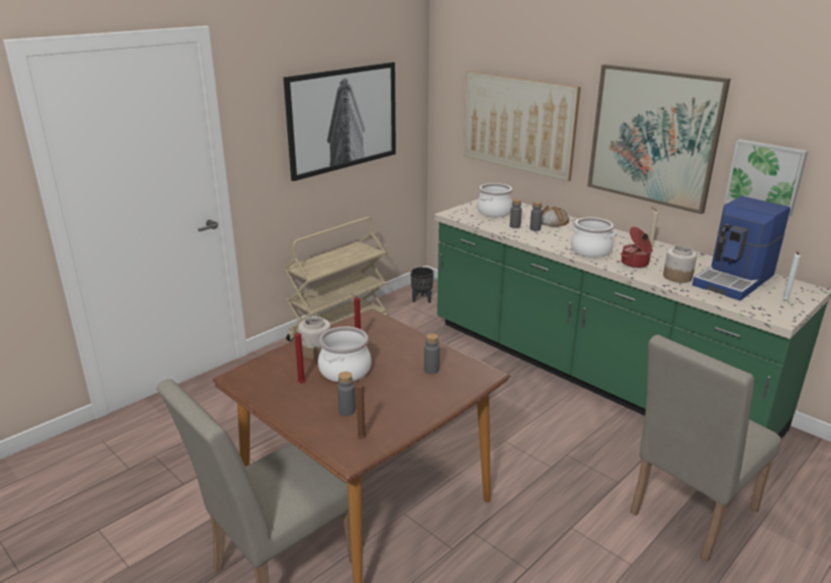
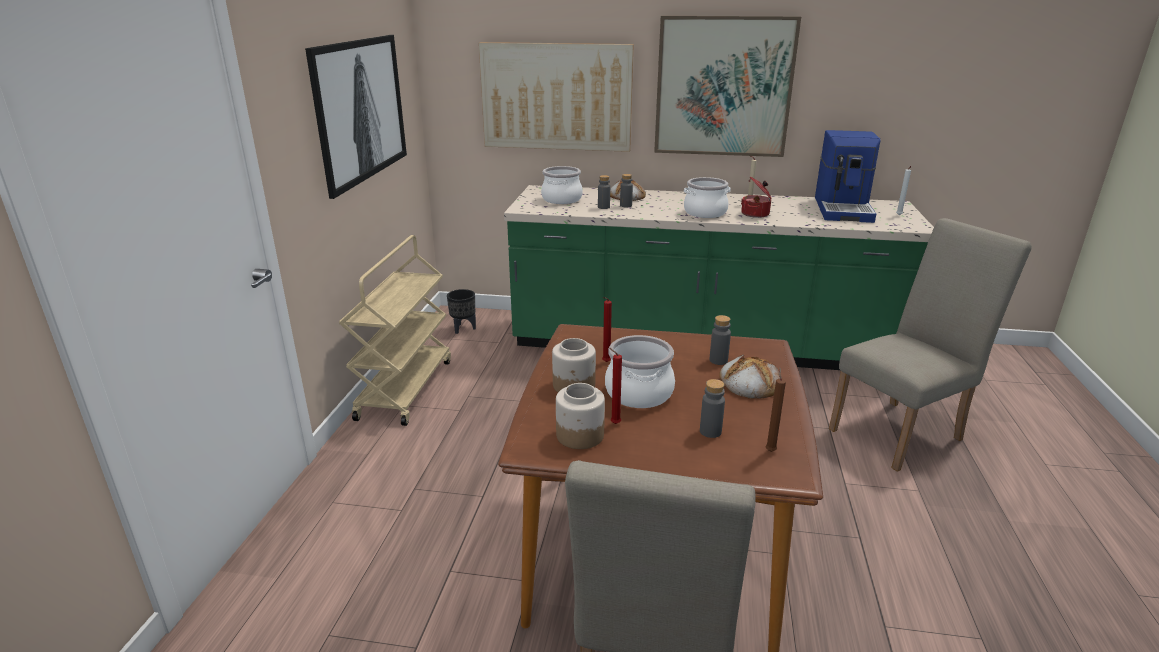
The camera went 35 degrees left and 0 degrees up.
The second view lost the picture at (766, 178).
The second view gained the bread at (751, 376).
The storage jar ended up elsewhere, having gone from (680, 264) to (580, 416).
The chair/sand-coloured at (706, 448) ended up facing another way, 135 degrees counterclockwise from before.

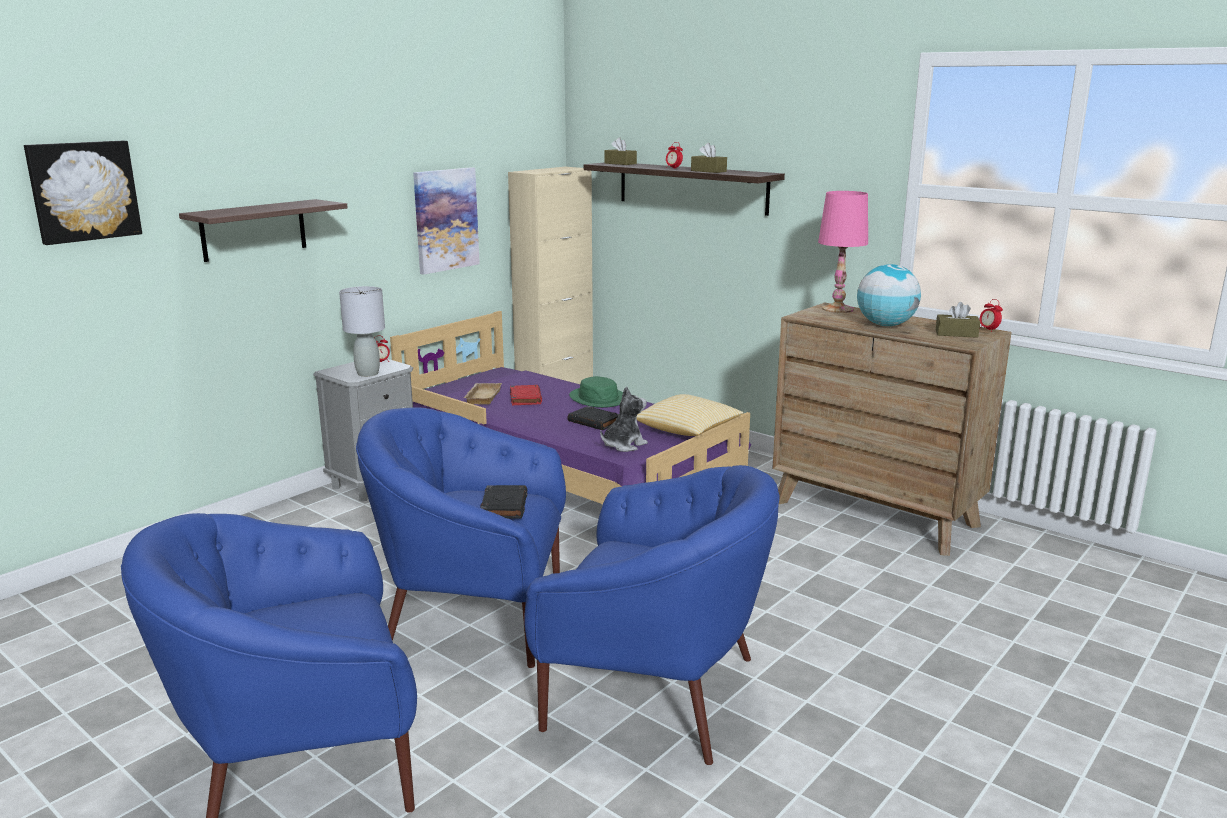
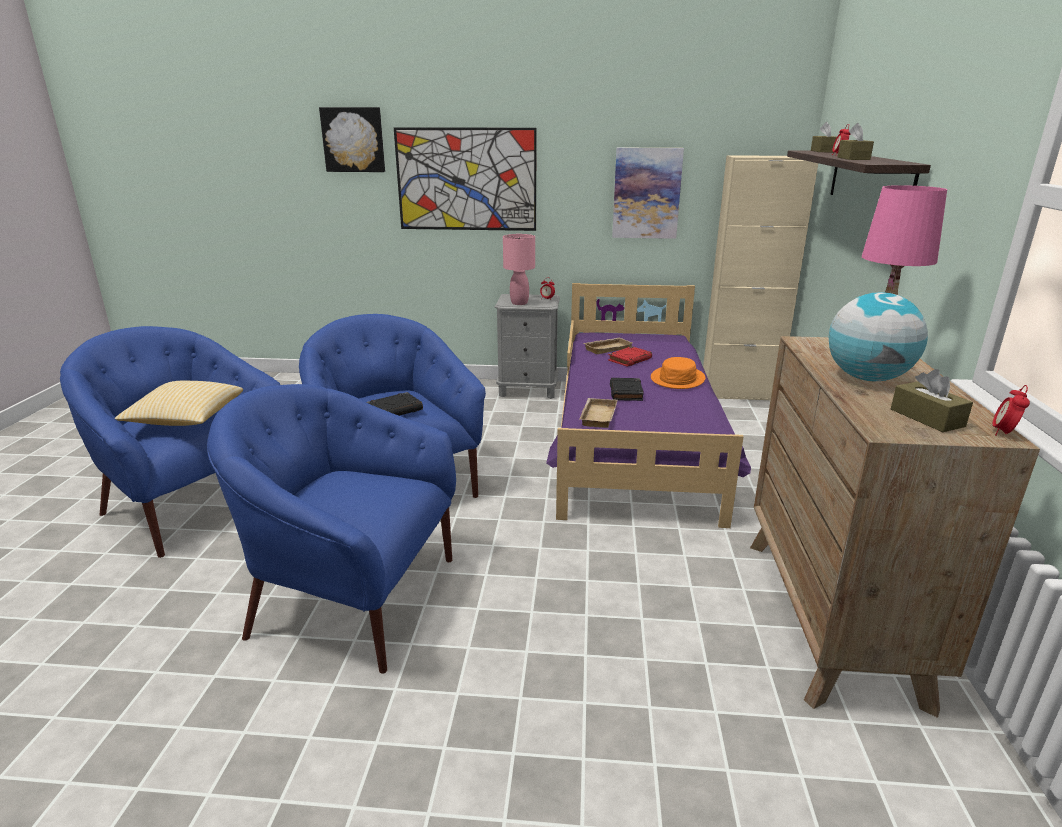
The camera went 55 degrees right and 5 degrees up.
The cushion ended up elsewhere, having gone from (690, 415) to (179, 403).
Where the shelf hung at (263, 230), the picture came to hang at (465, 179).
Where the plush toy stood at (624, 419), the carrying tray/sand-coloured came to stand at (598, 413).
What was the tabletop lamp/greyish at (362, 331) turned into the tabletop lamp/pink-coloured at (519, 269).
What was the wearable hat/greenish at (596, 392) turned into the wearable hat/orange-coloured at (678, 373).
The easy chair/blue at (652, 615) ended up facing another way, 120 degrees clockwise from before.

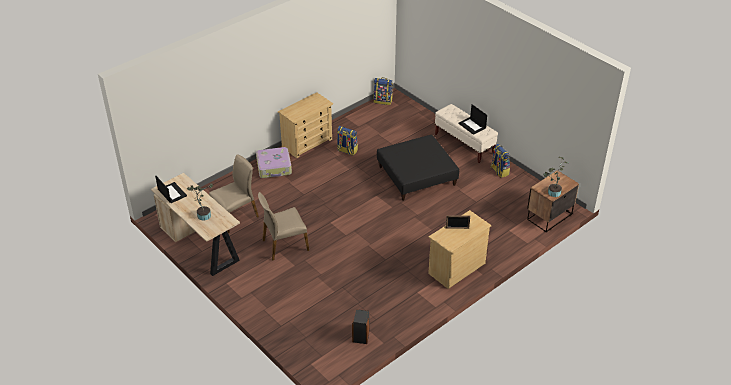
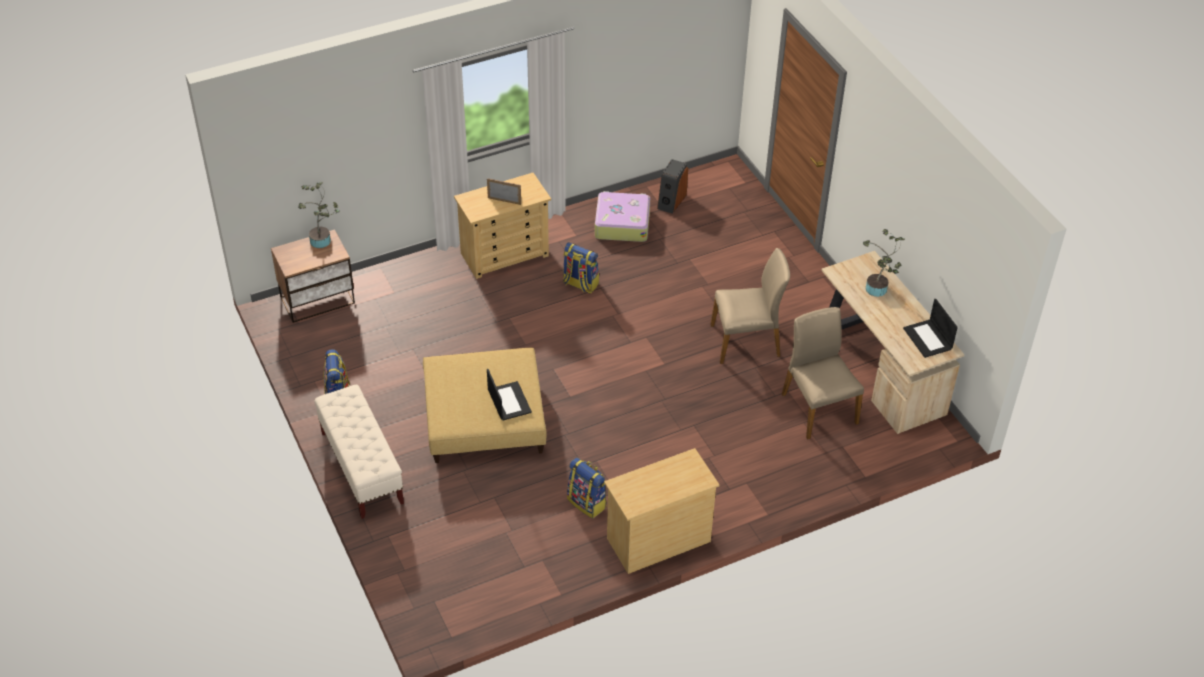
The camera went 165 degrees left and 5 degrees up.
The piece of luggage ended up elsewhere, having gone from (274, 162) to (622, 216).
The knapsack ended up elsewhere, having gone from (383, 91) to (581, 268).
The laptop ended up elsewhere, having gone from (472, 119) to (509, 394).
What was the ottoman/blackish at (418, 168) turned into the ottoman/sand-coloured at (484, 405).
The chair/sand-coloured at (234, 193) ended up facing another way, 90 degrees clockwise from before.

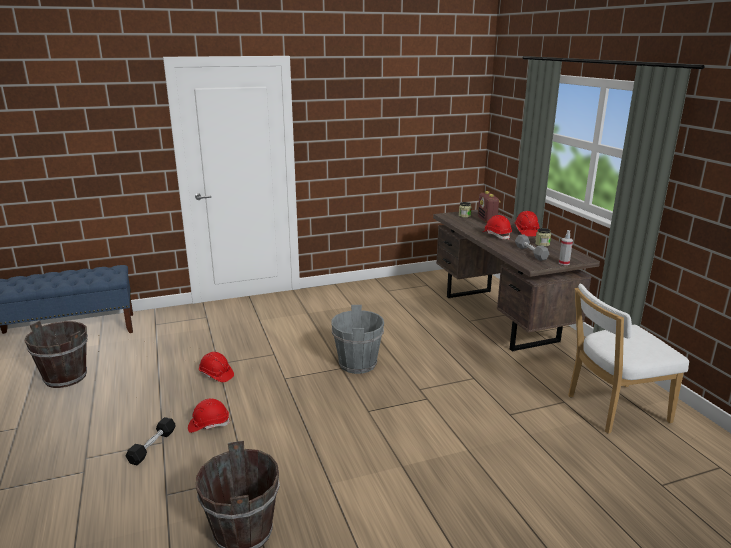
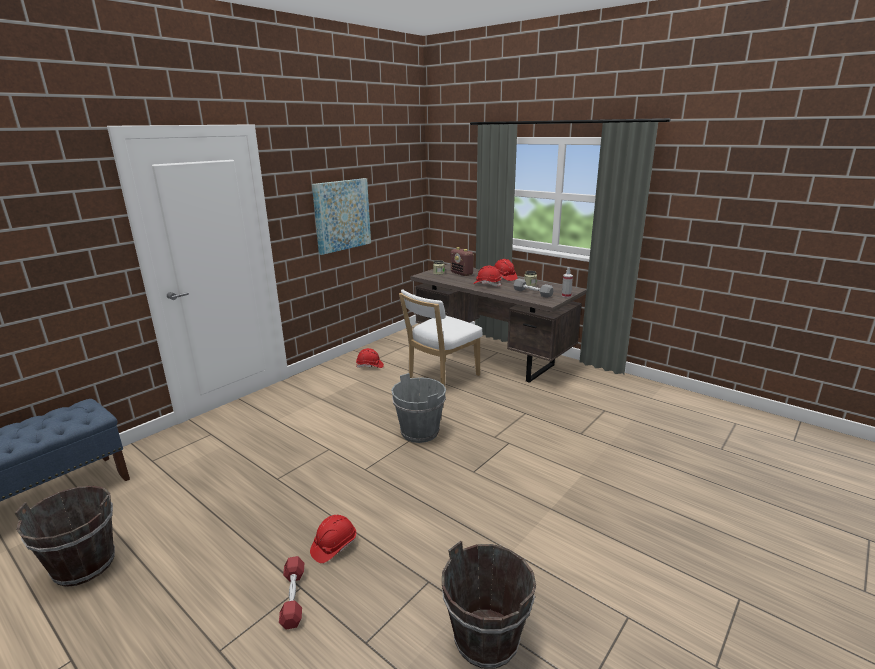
The camera went 30 degrees left and 0 degrees up.
The second view gained the picture at (341, 216).
The safety helmet/red ended up elsewhere, having gone from (216, 367) to (370, 358).
The chair/white-coloured ended up elsewhere, having gone from (628, 359) to (441, 337).
What was the free weight/blackish at (151, 441) turned into the free weight/red at (291, 592).

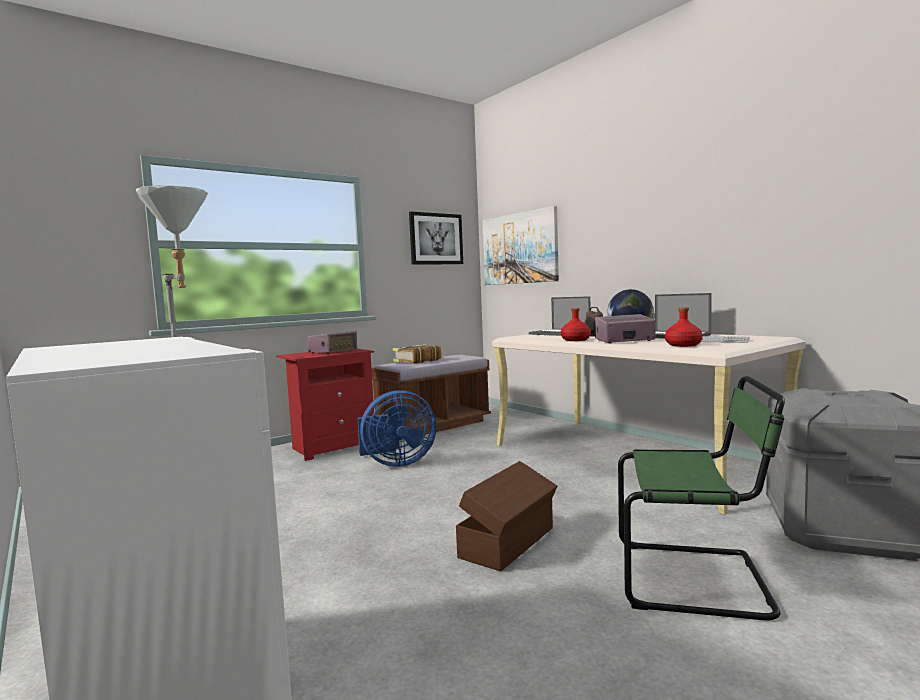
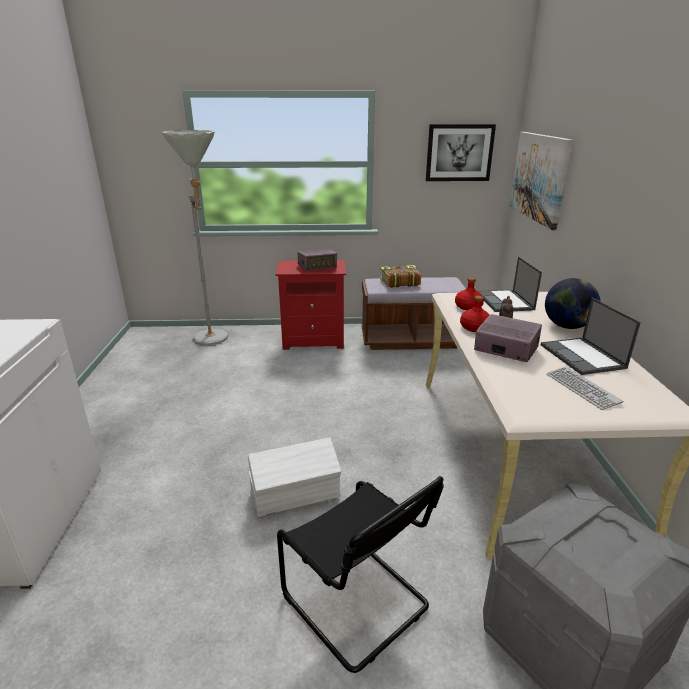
The camera went 35 degrees right and 20 degrees up.
The second view lost the cooling fan/blue at (396, 428).
The beverage bottle/red ended up elsewhere, having gone from (684, 327) to (469, 293).
What was the storage container/brown at (506, 516) turned into the storage container/white-coloured at (294, 477).
What was the chair/greenish at (701, 498) turned into the chair/blackish at (360, 574).

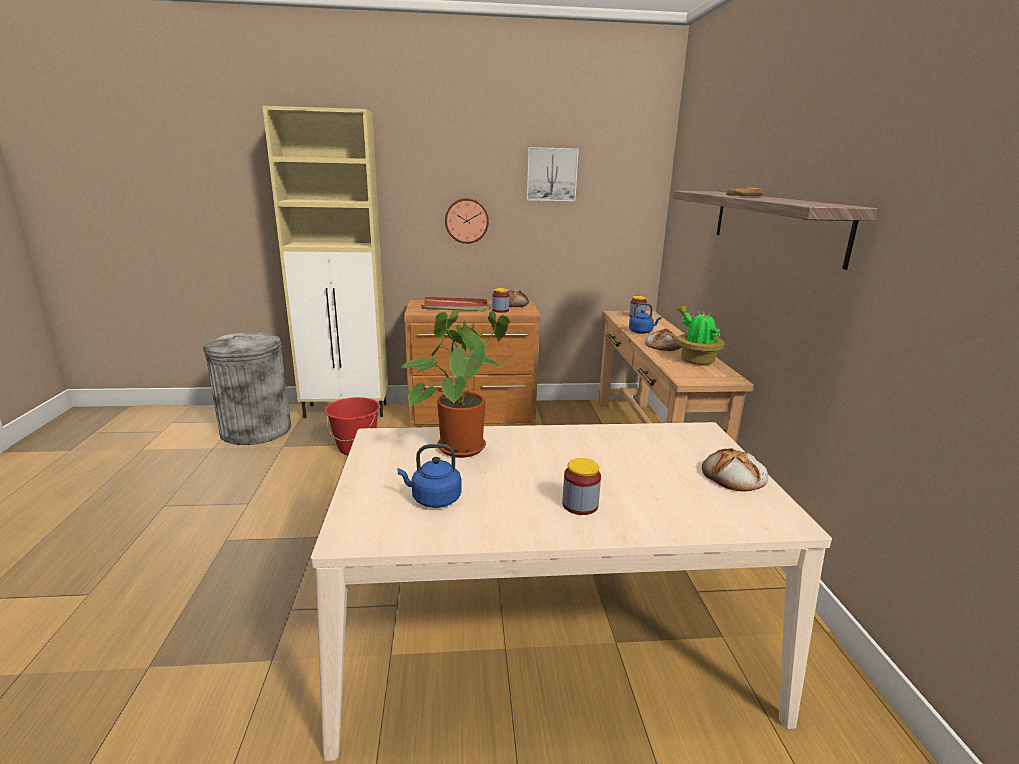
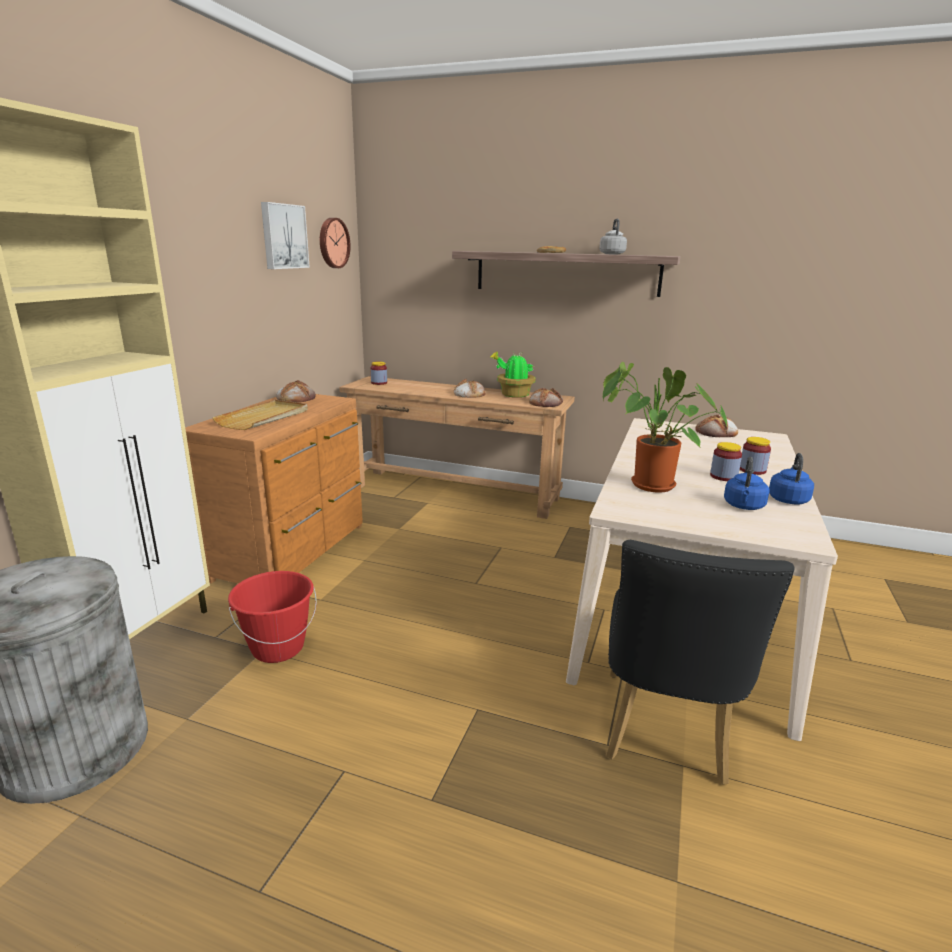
The camera went 65 degrees left and 0 degrees up.
The second view gained the bread at (546, 397).
The second view gained the tea kettle/greyish at (613, 236).
The second view gained the chair/blackish at (700, 662).
The clock on the wall ended up elsewhere, having gone from (467, 221) to (335, 243).
The storage jar ended up elsewhere, having gone from (500, 300) to (726, 461).
The tea kettle/blue ended up elsewhere, having gone from (645, 318) to (791, 478).
What was the carrying tray/red at (454, 304) turned into the carrying tray/sand-coloured at (260, 415).

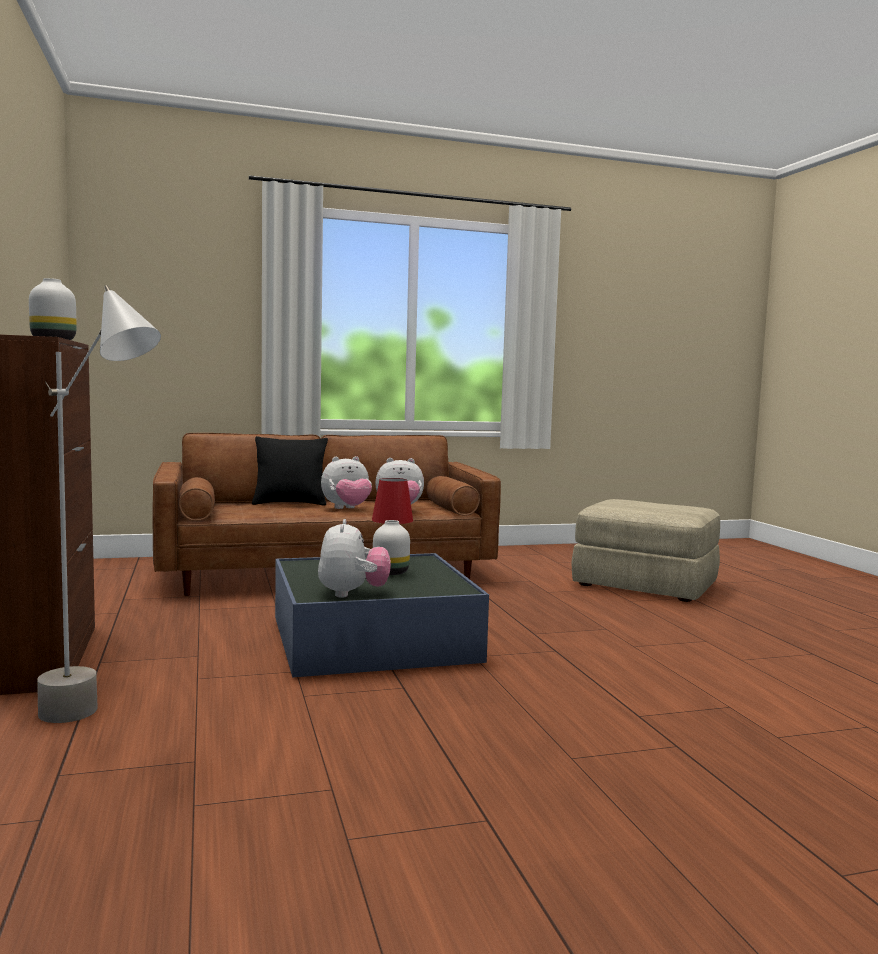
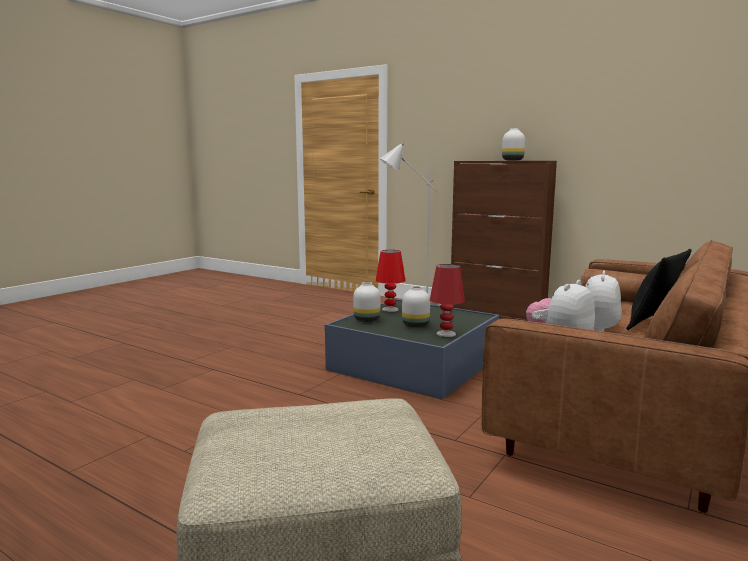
The camera went 140 degrees right and 5 degrees up.
The second view gained the decorative vase/white-coloured at (366, 302).
Where the plush toy stood at (354, 558), the tabletop lamp/red came to stand at (391, 281).

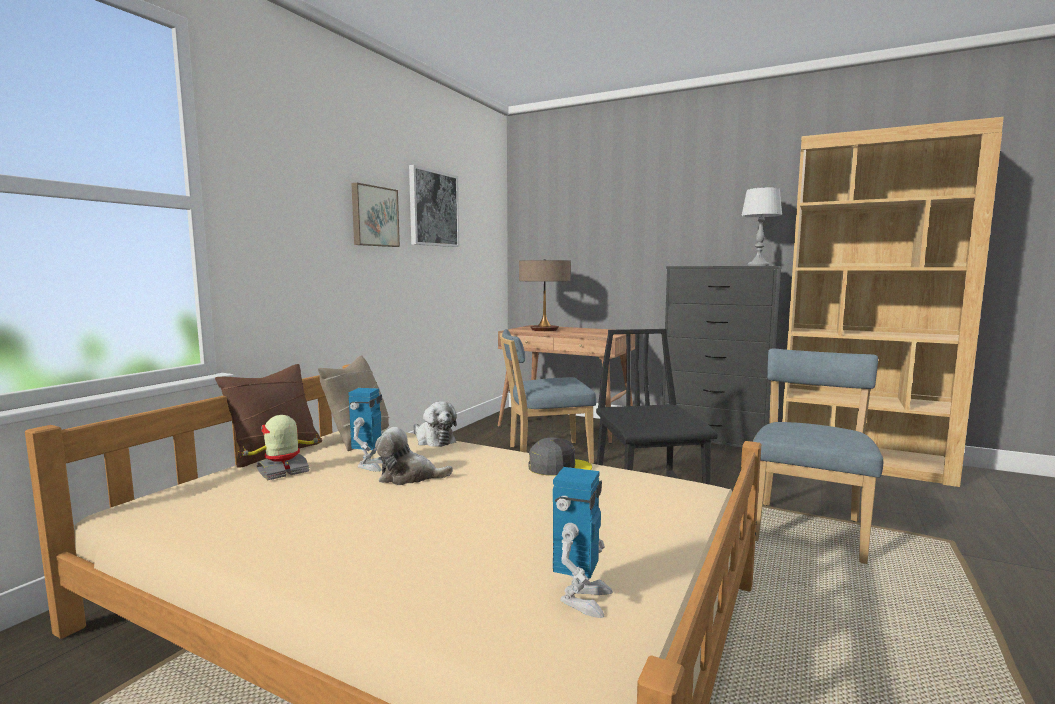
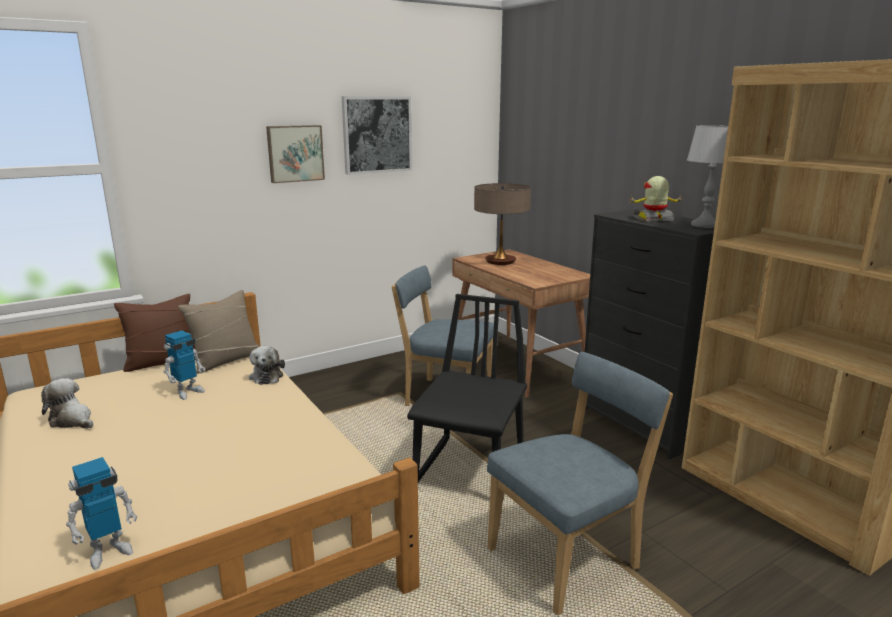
The camera went 30 degrees right and 10 degrees up.
The second view lost the cap/greyish at (560, 457).
The model robot ended up elsewhere, having gone from (281, 447) to (656, 199).
The plush toy ended up elsewhere, having gone from (414, 456) to (67, 403).

